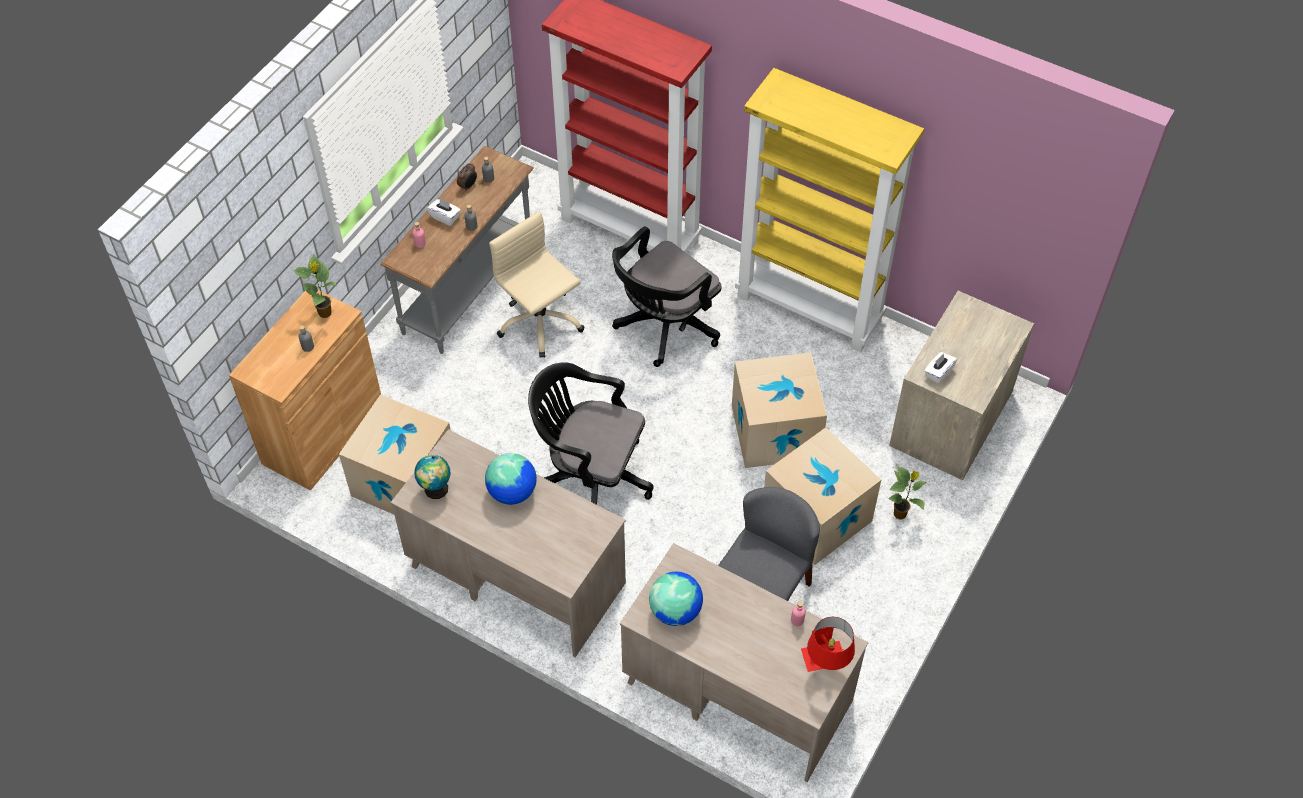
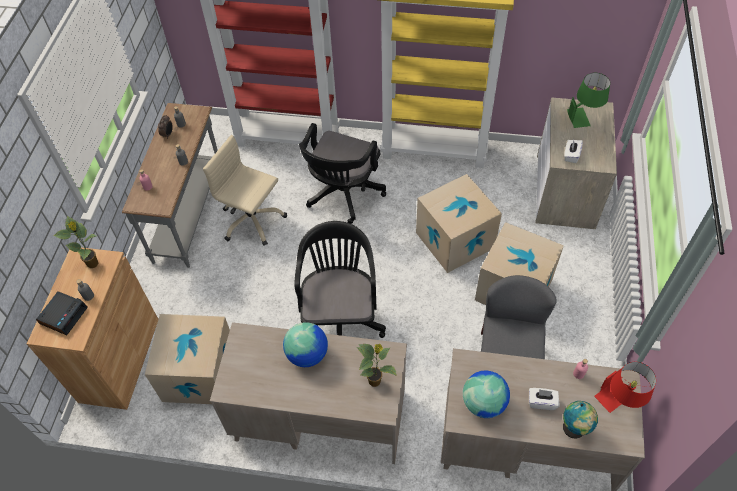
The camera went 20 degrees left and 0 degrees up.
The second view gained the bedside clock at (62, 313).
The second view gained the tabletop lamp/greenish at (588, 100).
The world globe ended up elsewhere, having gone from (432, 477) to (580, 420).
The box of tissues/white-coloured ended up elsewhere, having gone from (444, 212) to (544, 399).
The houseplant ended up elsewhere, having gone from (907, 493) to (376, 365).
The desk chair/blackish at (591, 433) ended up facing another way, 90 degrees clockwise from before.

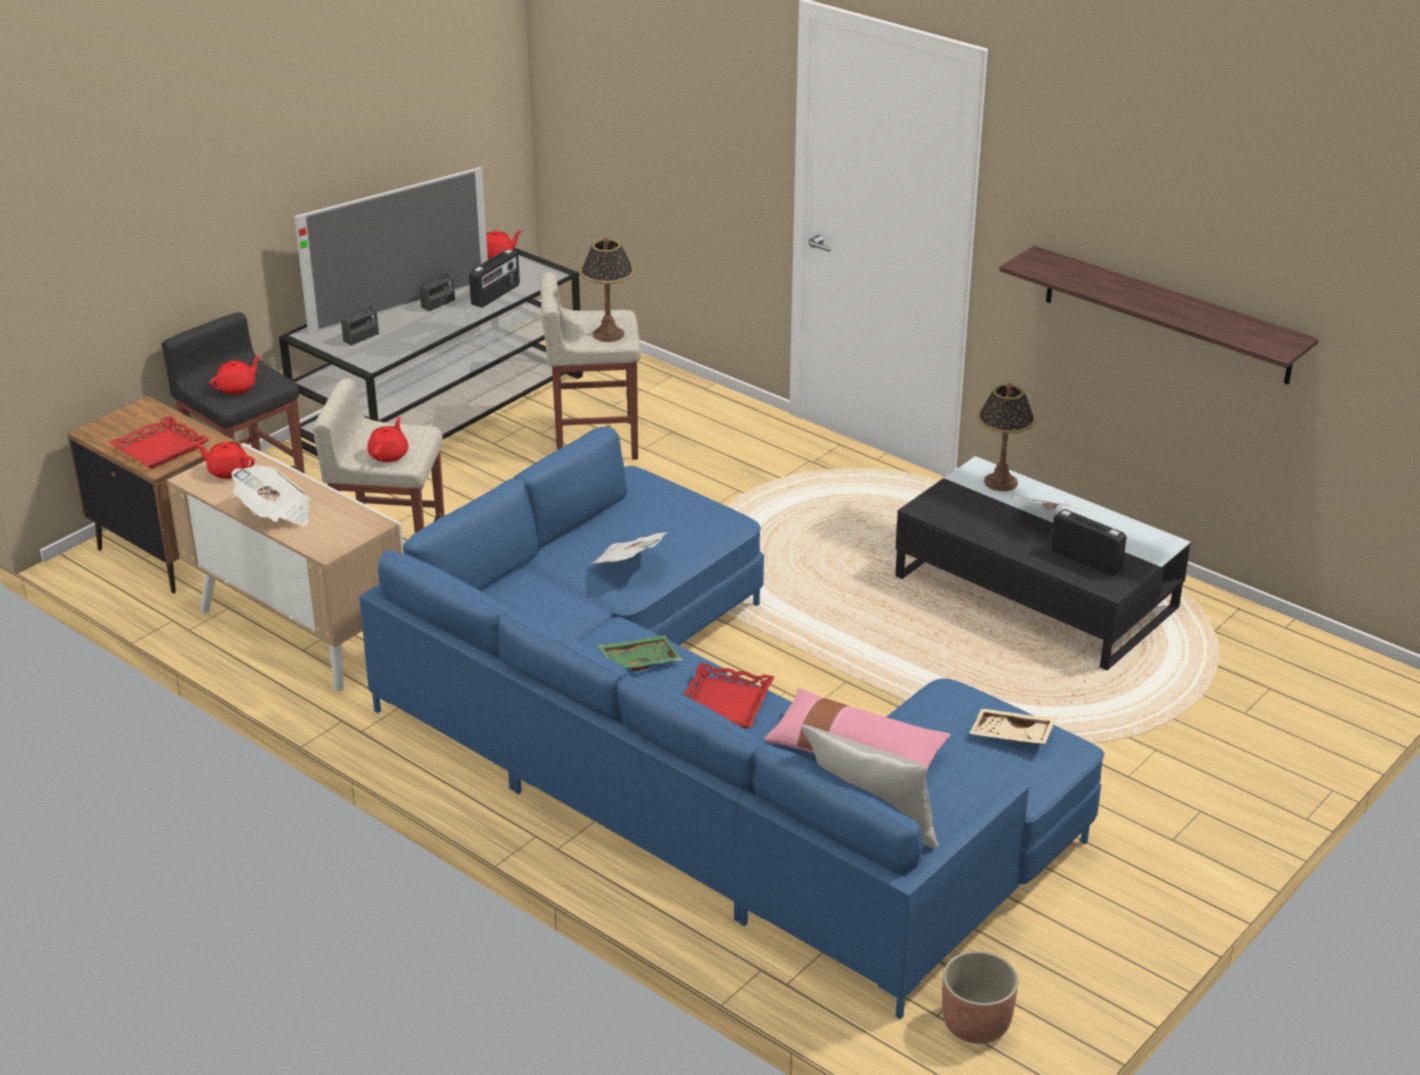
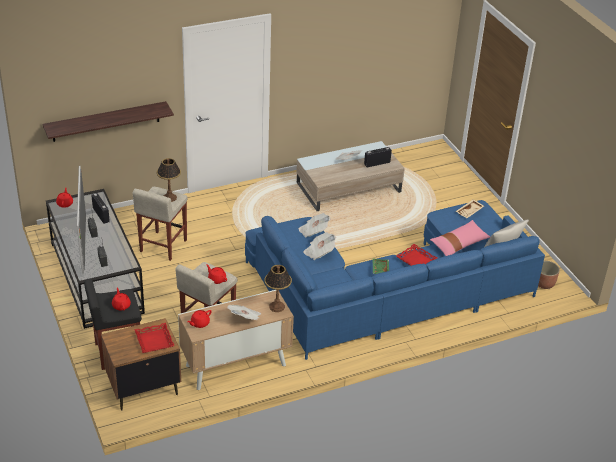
The camera went 65 degrees left and 5 degrees up.
The second view gained the daily paper at (314, 225).
The tabletop lamp ended up elsewhere, having gone from (1006, 437) to (278, 288).
The shelf ended up elsewhere, having gone from (1158, 315) to (108, 121).
What was the coffee table/blackish at (1043, 563) turned into the coffee table/sand-coloured at (350, 176).

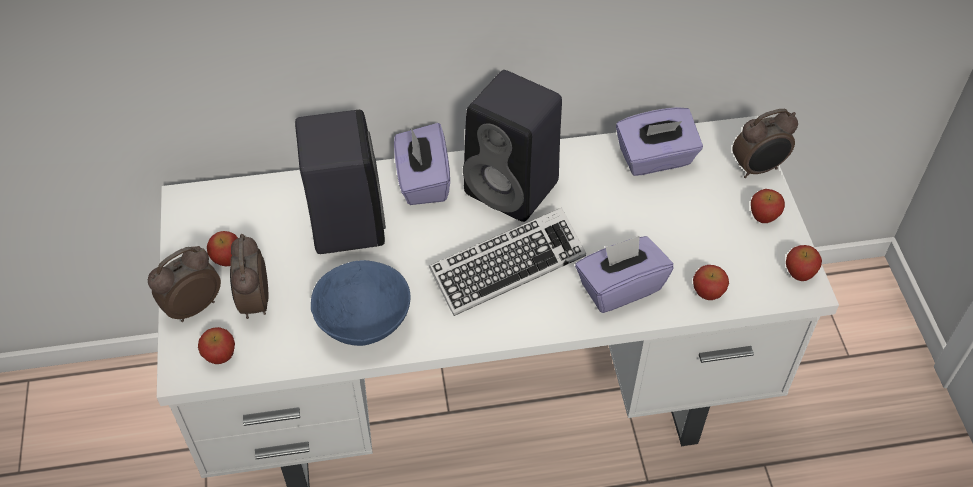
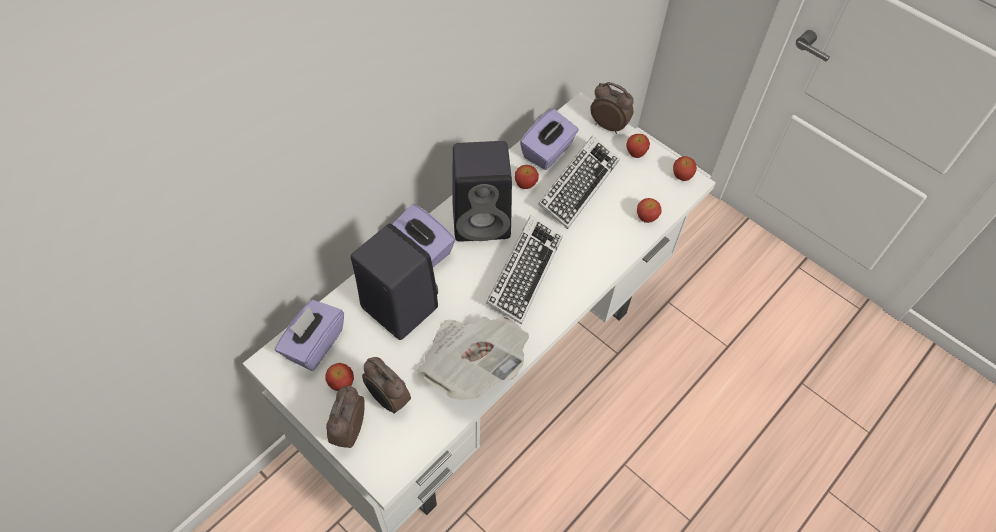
The camera went 40 degrees left and 5 degrees up.
The second view gained the computer keyboard at (579, 182).
The apple fruit ended up elsewhere, having gone from (216, 345) to (527, 177).
The box of tissues/purple ended up elsewhere, having gone from (624, 274) to (309, 335).
Where the bowl/blue stood at (361, 303), the daily paper came to stand at (473, 358).
The bedside clock at (765, 143) ended up facing another way, 90 degrees counterclockwise from before.

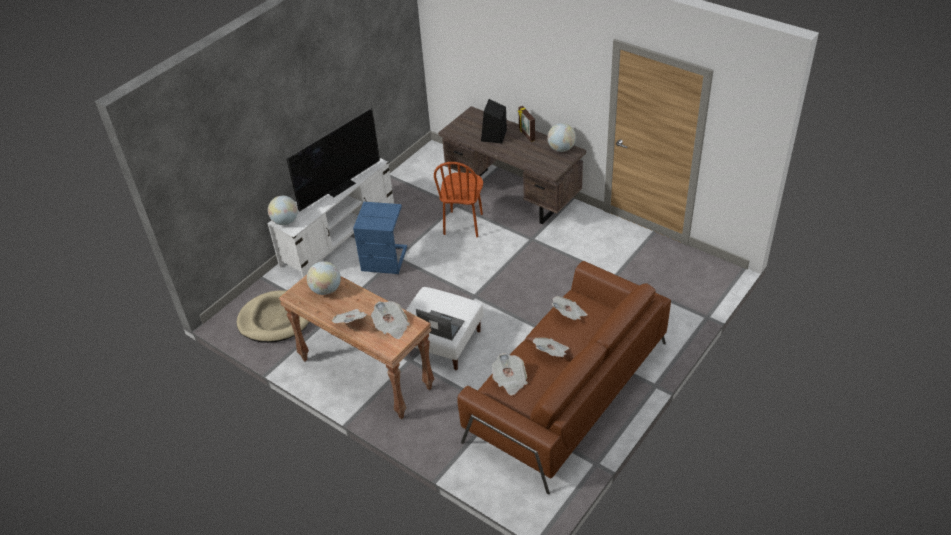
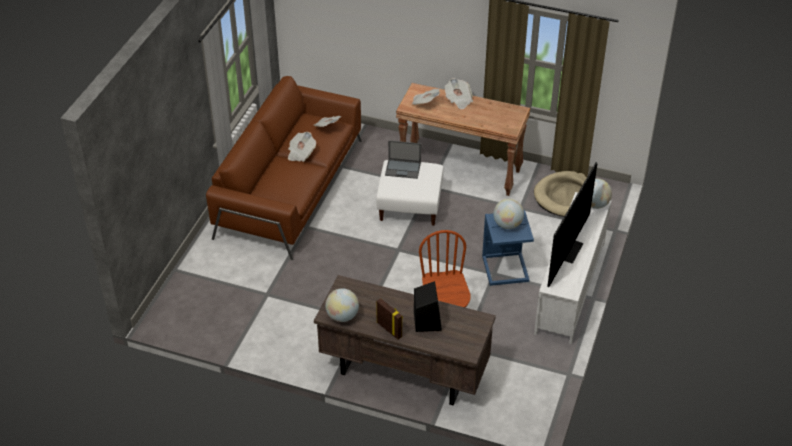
The camera went 160 degrees right and 0 degrees up.
The second view lost the daily paper at (569, 308).
The world globe ended up elsewhere, having gone from (324, 278) to (508, 214).

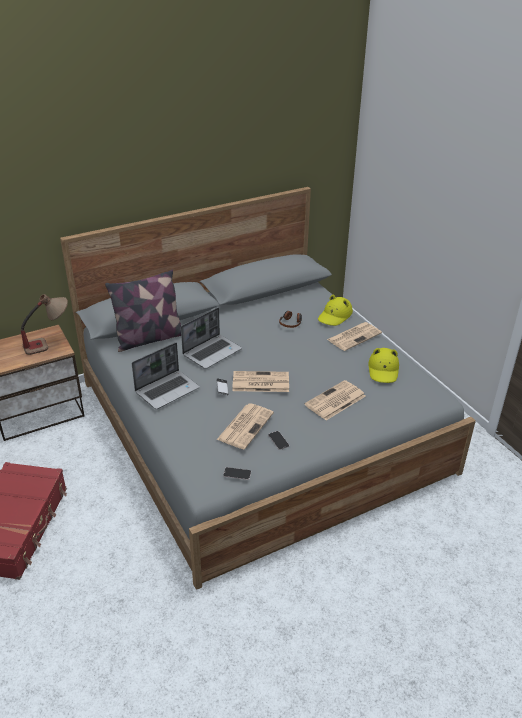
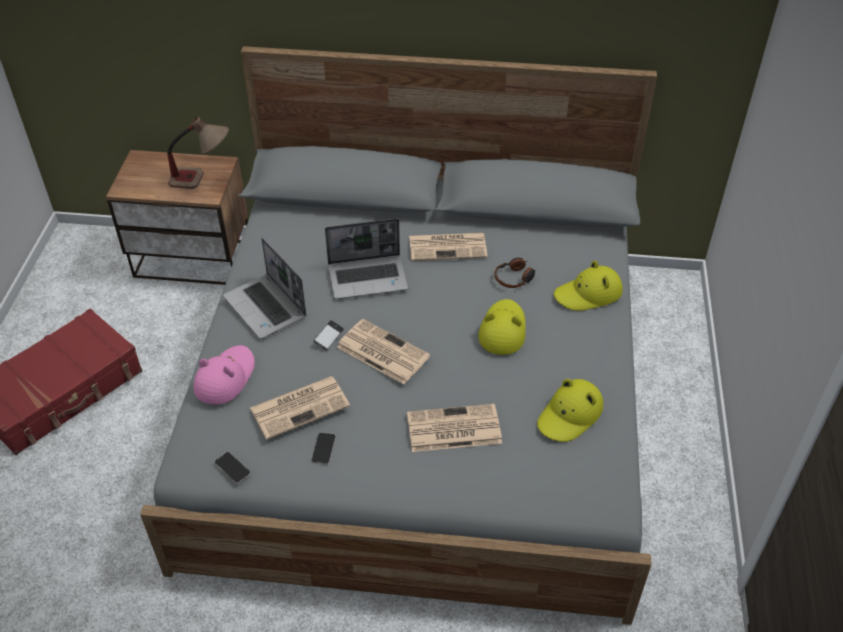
The camera went 35 degrees right and 10 degrees up.
The second view lost the cushion at (143, 311).
The second view gained the wearable hat/pink-coloured at (224, 375).
The second view gained the wearable hat/yellowish at (502, 327).
The daily paper ended up elsewhere, having gone from (354, 336) to (448, 247).
The laptop at (166, 375) ended up facing another way, 60 degrees clockwise from before.

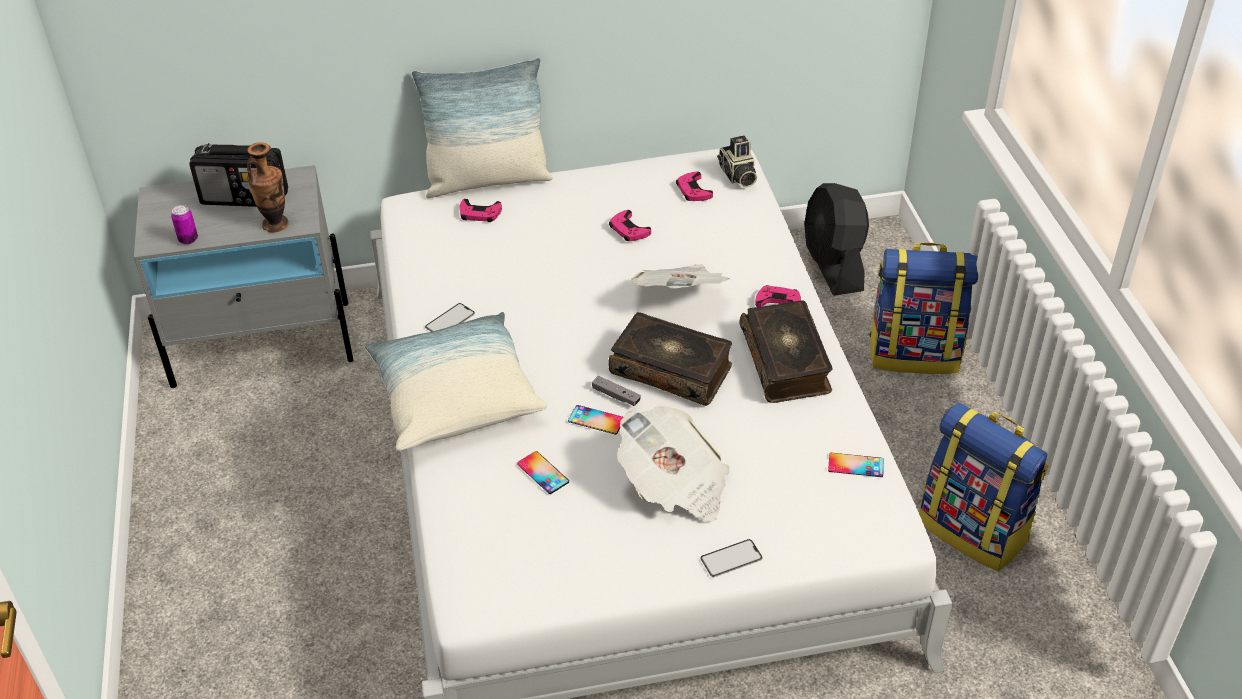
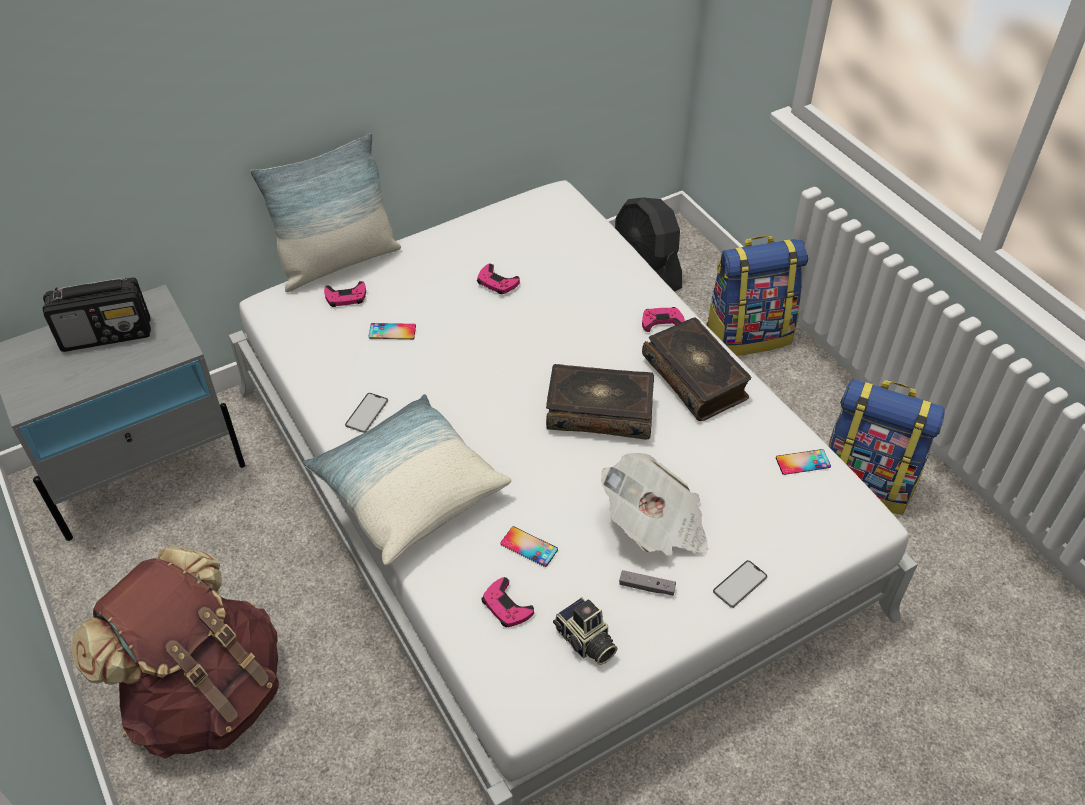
The camera went 20 degrees left and 5 degrees up.
The second view lost the metal can at (184, 225).
The second view lost the decorative vase at (268, 187).
The second view lost the daily paper at (680, 276).
The second view gained the knapsack/brown at (175, 652).
The phone ended up elsewhere, having gone from (595, 420) to (392, 331).
The gamepad/greyish ended up elsewhere, having gone from (616, 391) to (647, 583).
The gamepad/pink-coloured ended up elsewhere, having gone from (694, 186) to (507, 602).
The photo camera ended up elsewhere, having gone from (737, 161) to (585, 631).

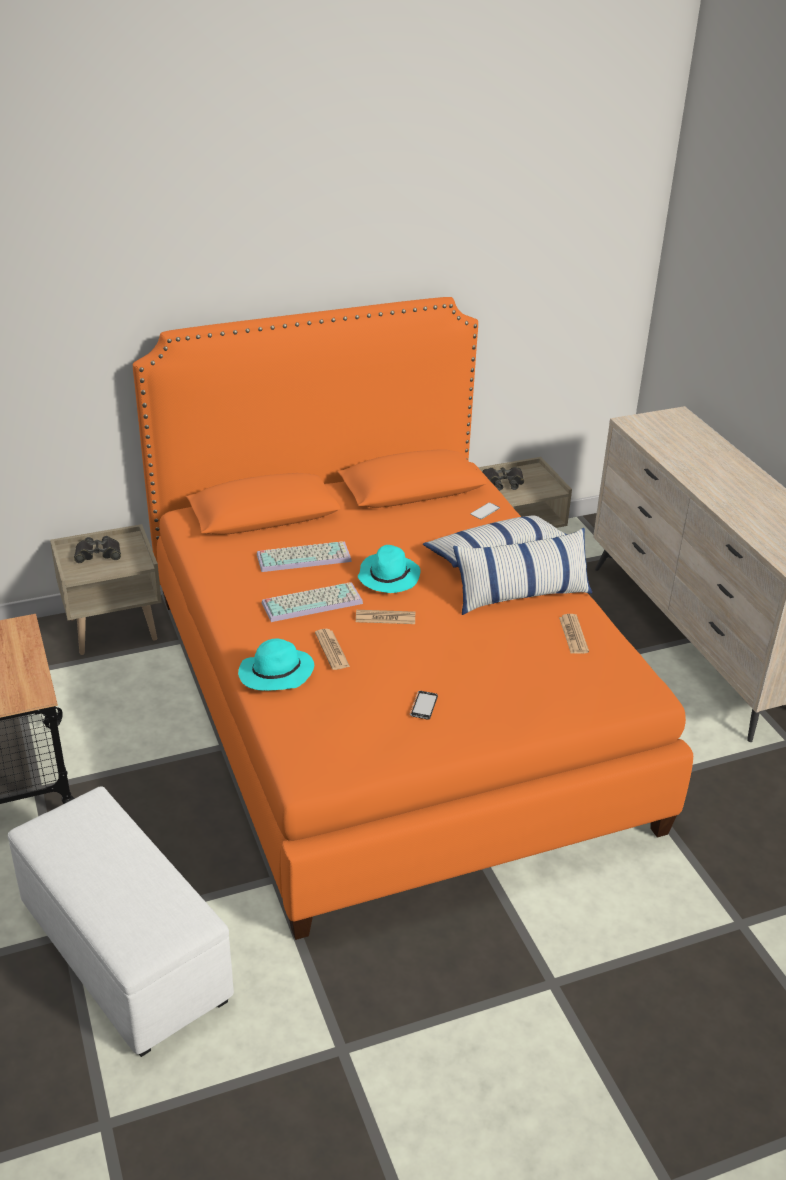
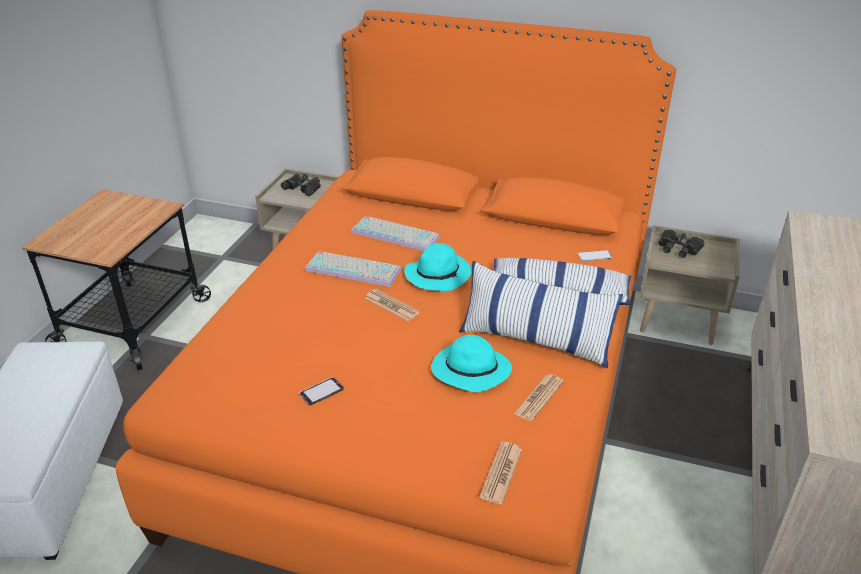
The camera went 40 degrees right and 0 degrees up.
The wearable hat/turquoise-coloured ended up elsewhere, having gone from (276, 664) to (471, 363).
The daily paper ended up elsewhere, having gone from (332, 649) to (500, 473).

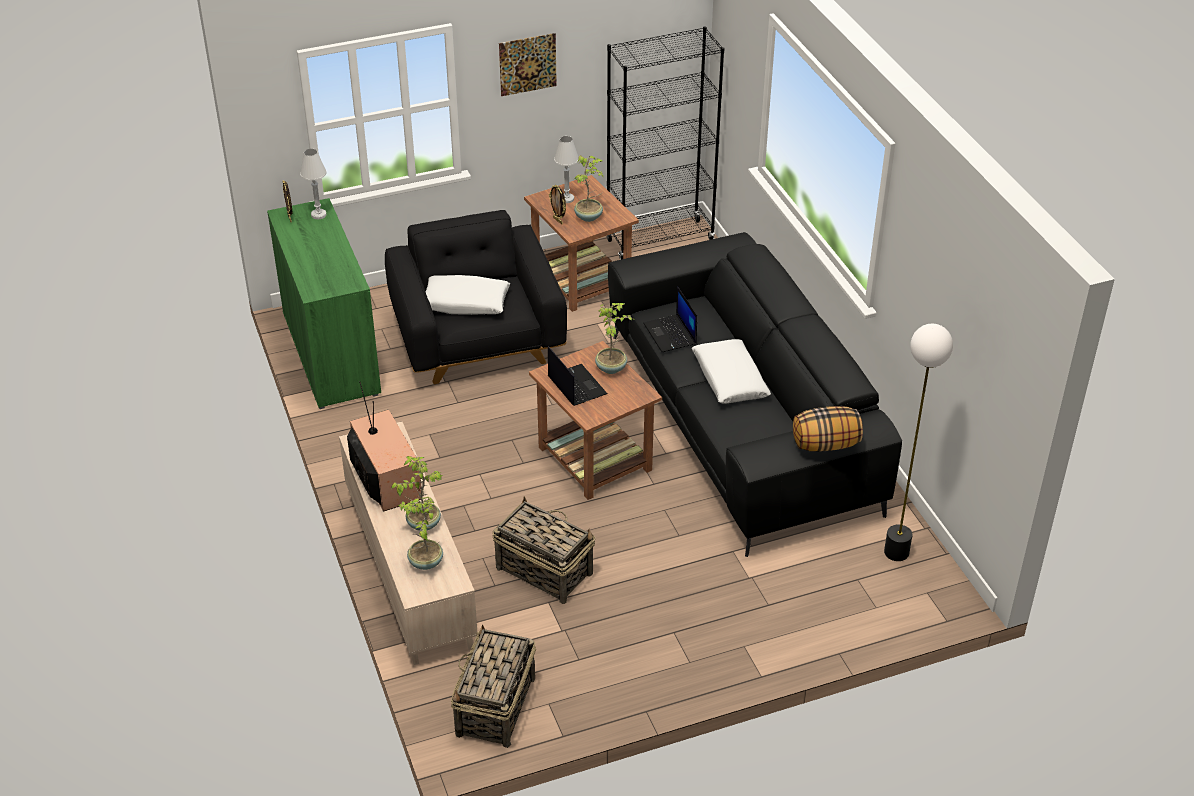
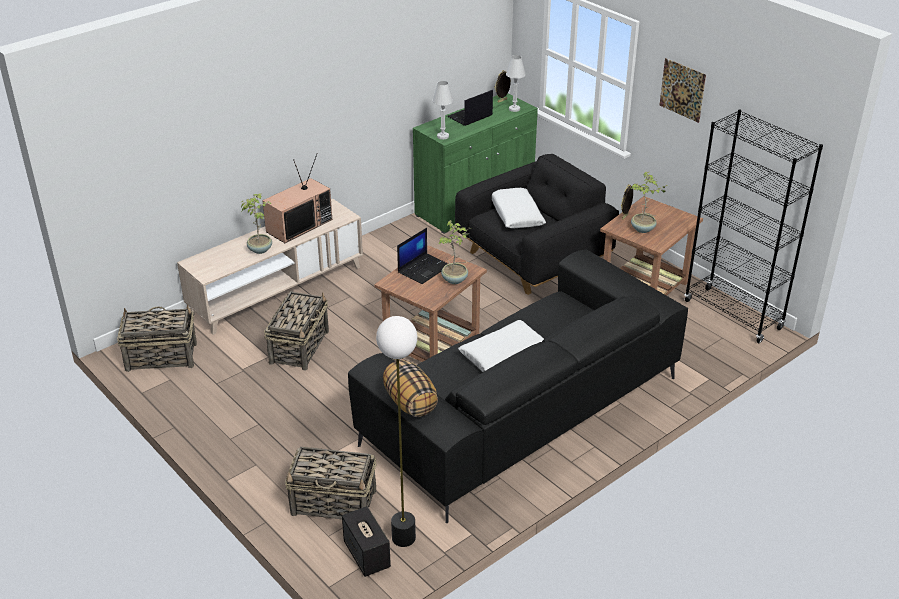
The camera went 70 degrees right and 5 degrees down.
The second view lost the houseplant at (421, 533).
The second view gained the basket at (331, 483).
The second view gained the speaker at (366, 541).
The tabletop lamp/white-coloured ended up elsewhere, having gone from (566, 169) to (443, 110).
The laptop ended up elsewhere, having gone from (670, 319) to (470, 108).

